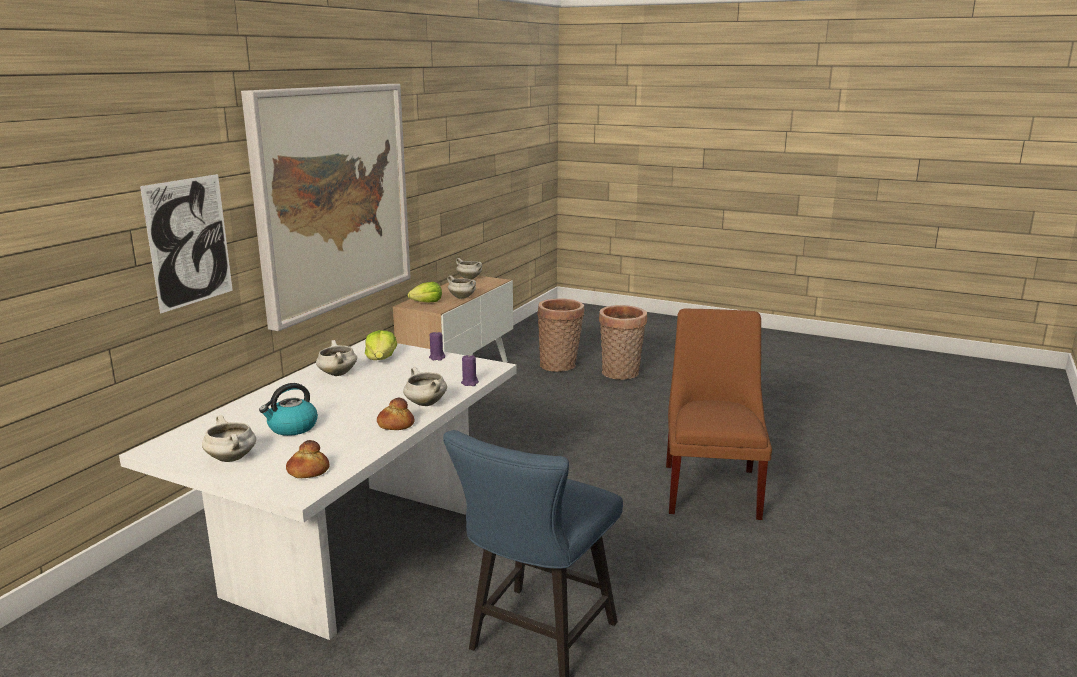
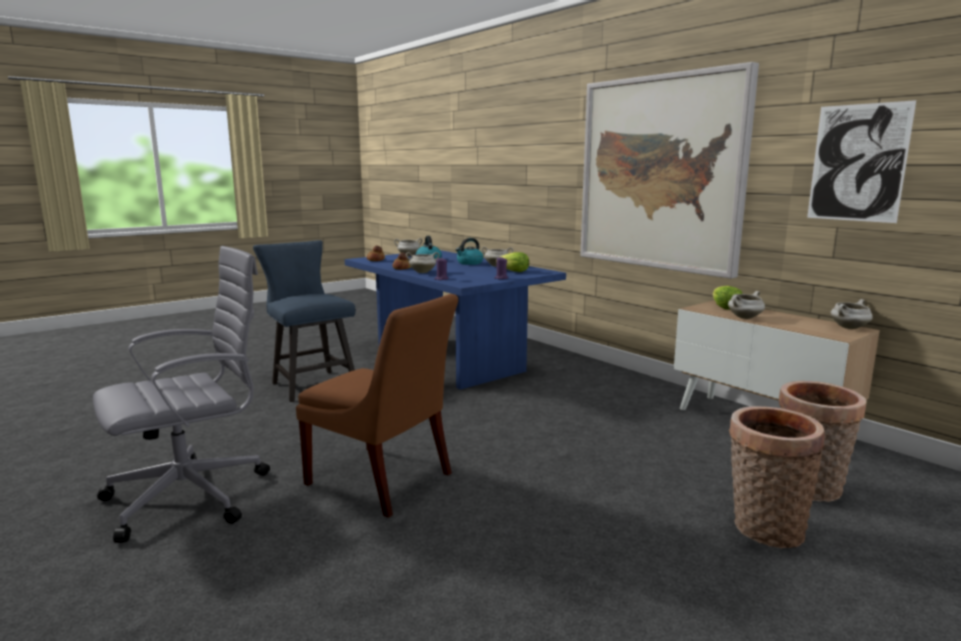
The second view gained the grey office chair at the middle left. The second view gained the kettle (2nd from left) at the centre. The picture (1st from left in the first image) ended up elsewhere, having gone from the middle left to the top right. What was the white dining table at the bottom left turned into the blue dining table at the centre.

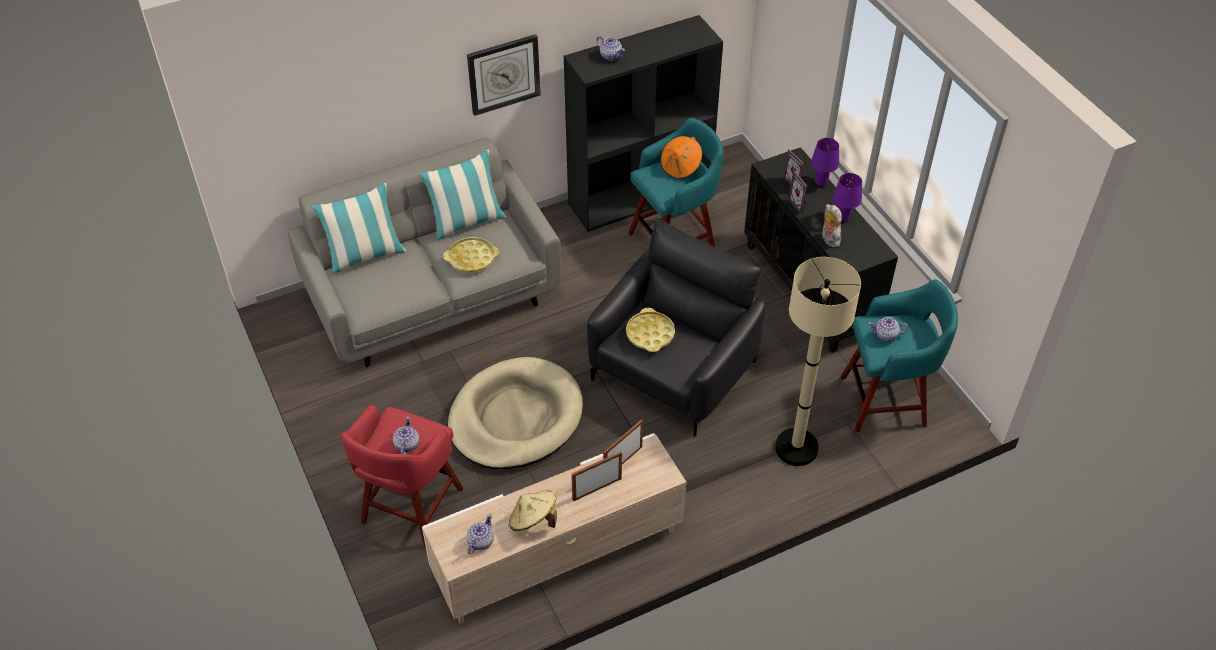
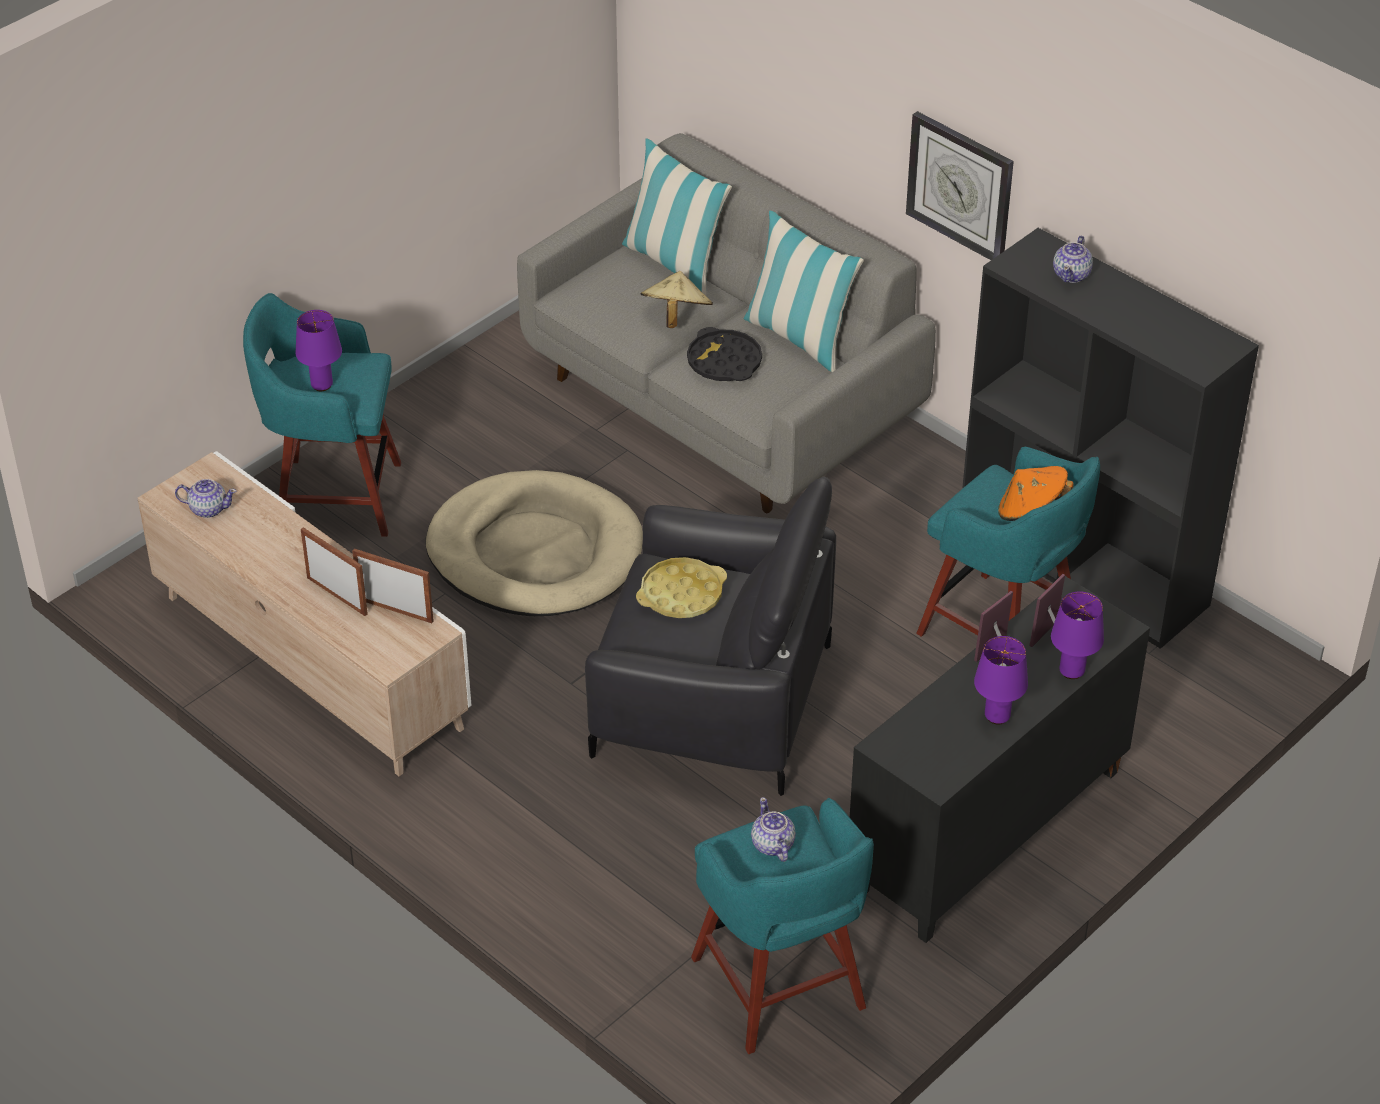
The second view lost the beige floor lamp at the middle right. The second view lost the plush toy at the middle right. The beige hat ended up elsewhere, having gone from the bottom centre to the top centre. Where the teapot (1st from left) stood at the bottom centre, the purple table lamp (1st from left) came to stand at the top left. What was the red stool at the bottom left turned into the turquoise stool (1st from left) at the middle left. What was the yellow tray (1st from left) at the centre turned into the black tray at the top centre.

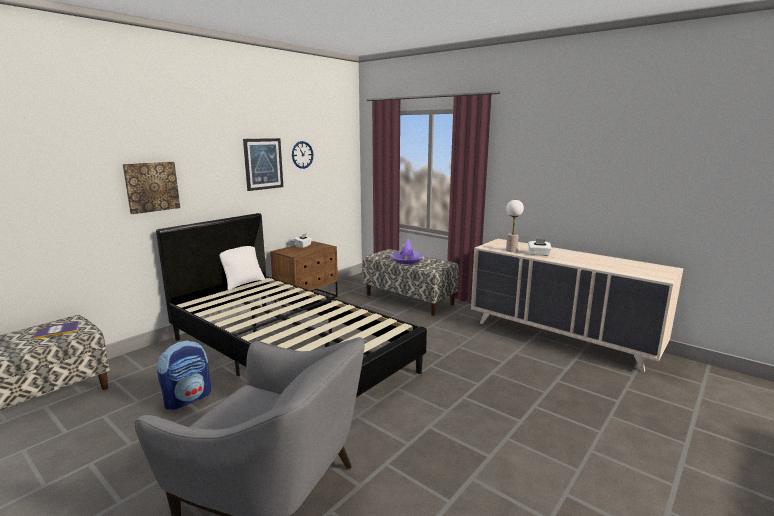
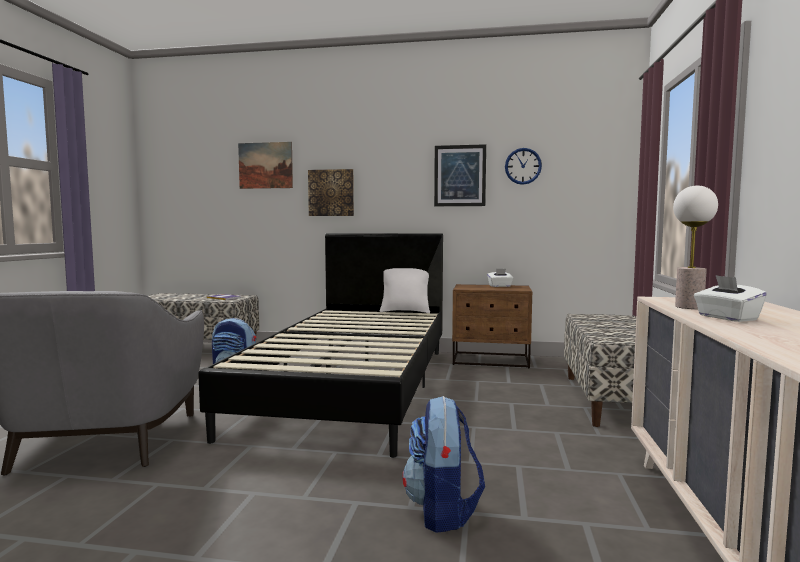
The second view lost the purple hat at the centre. The second view gained the picture (1st from left) at the top left. The second view gained the backpack (2nd from left) at the bottom centre.

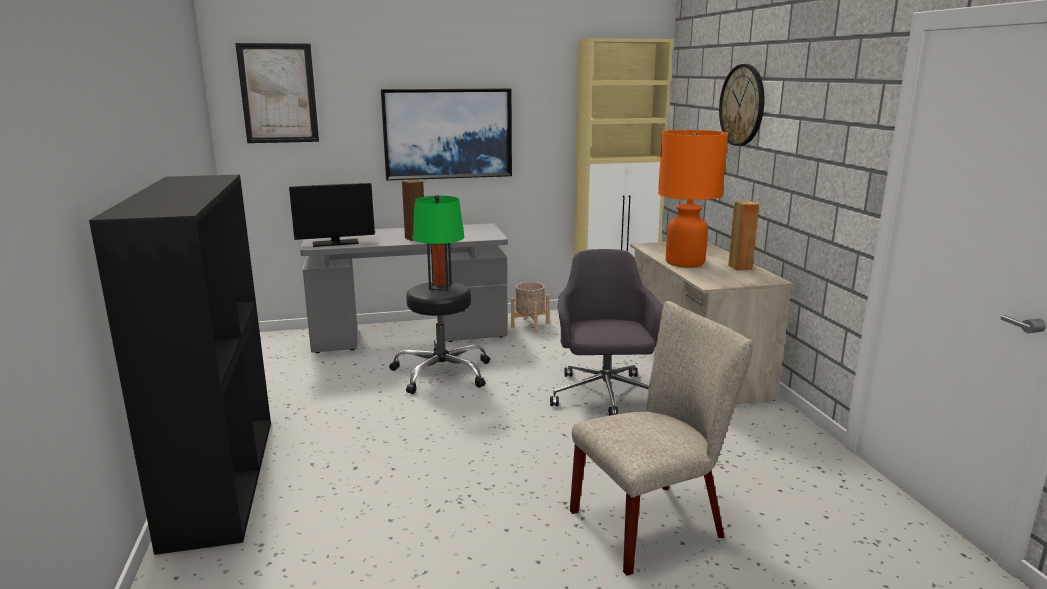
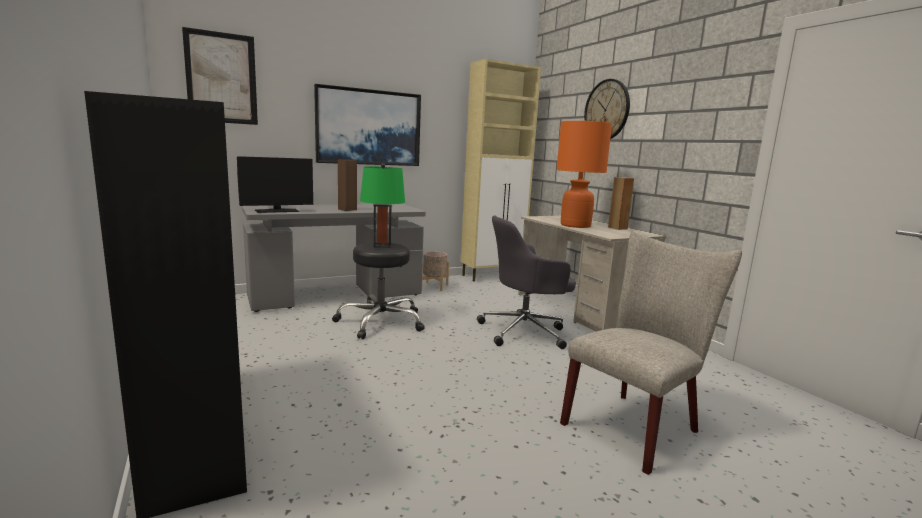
The grey office chair at the centre ended up facing another way, 90 degrees counterclockwise from before.

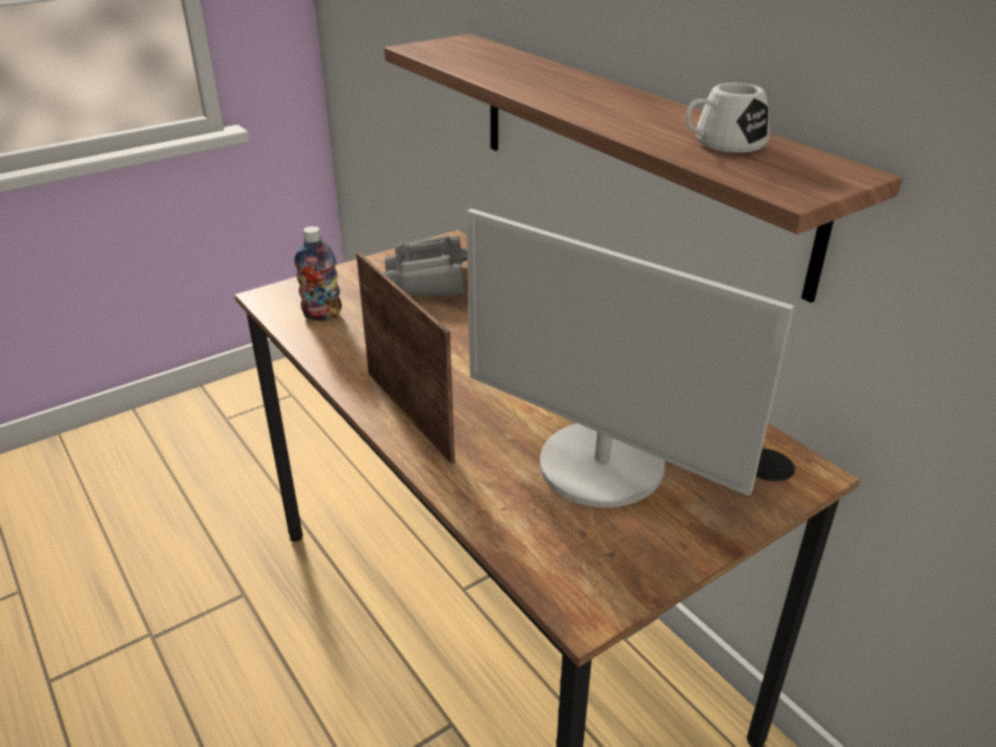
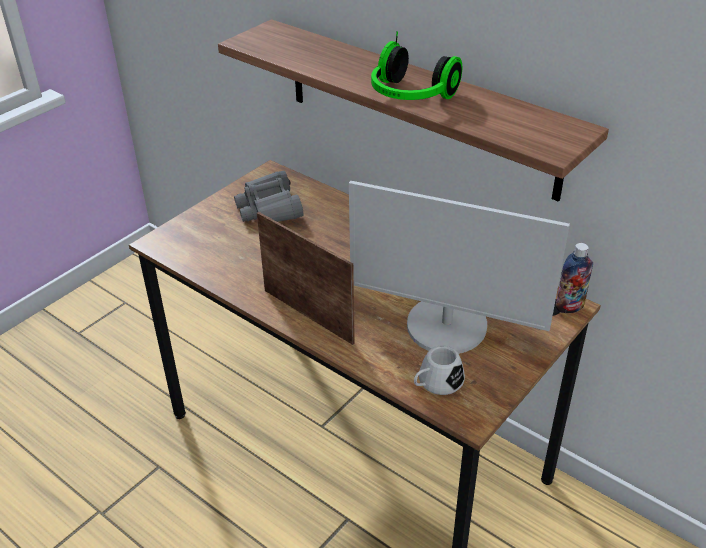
The second view gained the headphones at the top centre. The bottle ended up elsewhere, having gone from the middle left to the middle right. The white mug ended up elsewhere, having gone from the top right to the bottom centre.

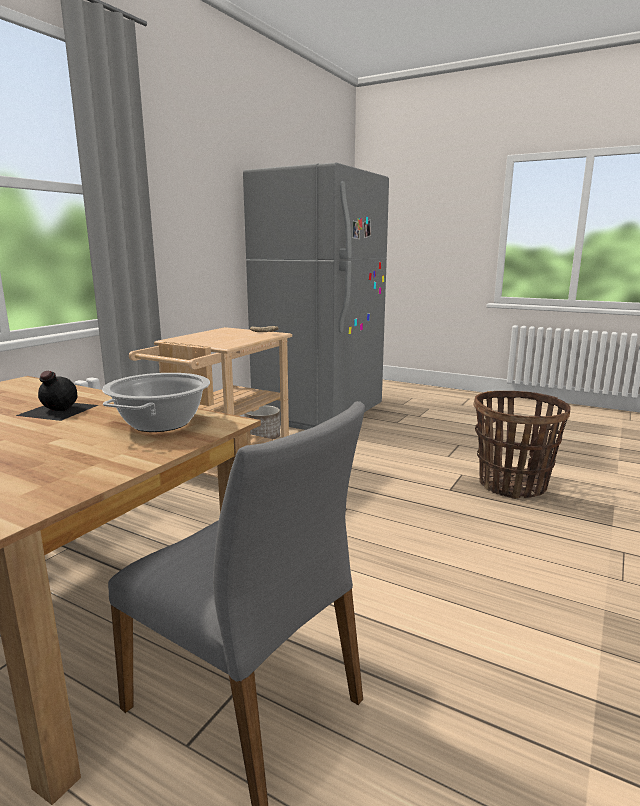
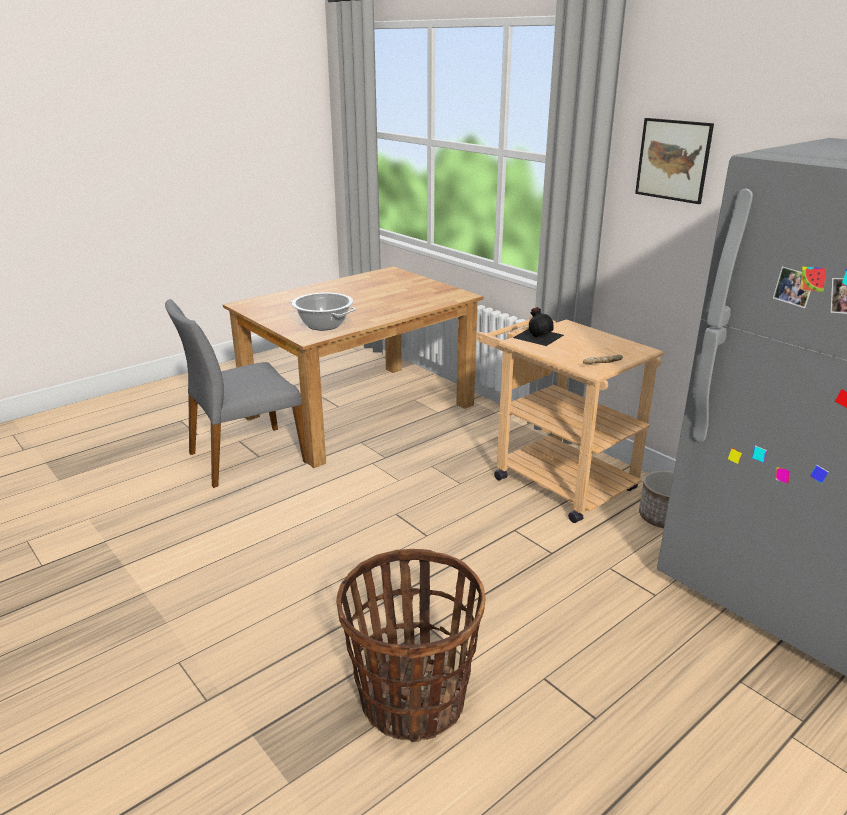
The second view gained the picture at the top right. The black bottle ended up elsewhere, having gone from the middle left to the centre.

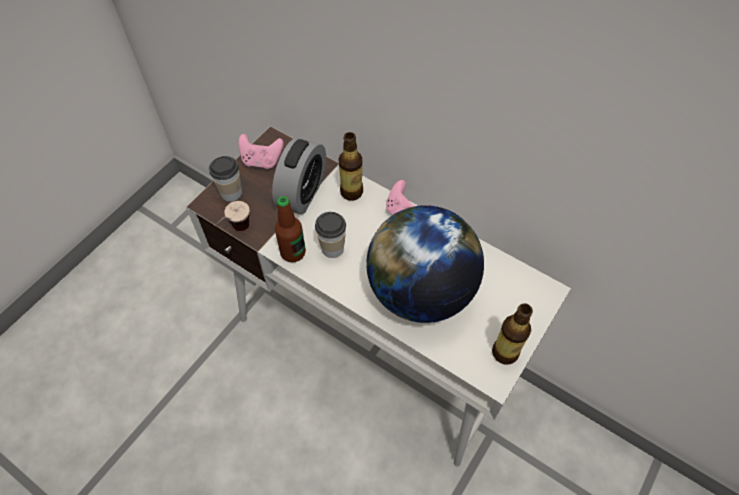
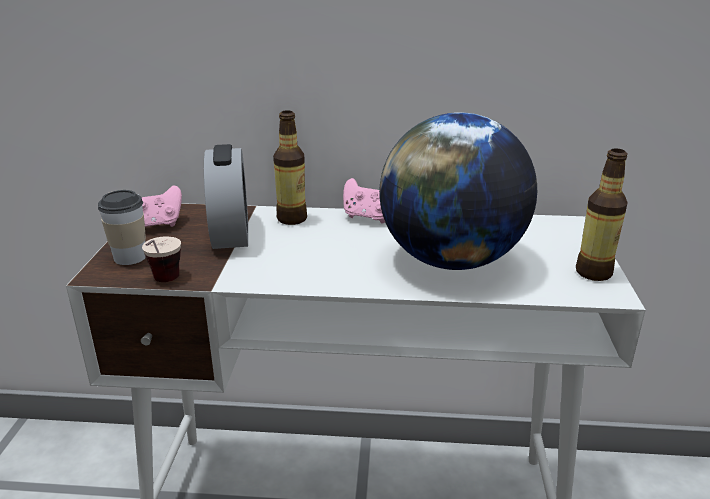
The second view lost the bottle (1st from left) at the centre. The second view lost the cup (3rd from left) at the centre.

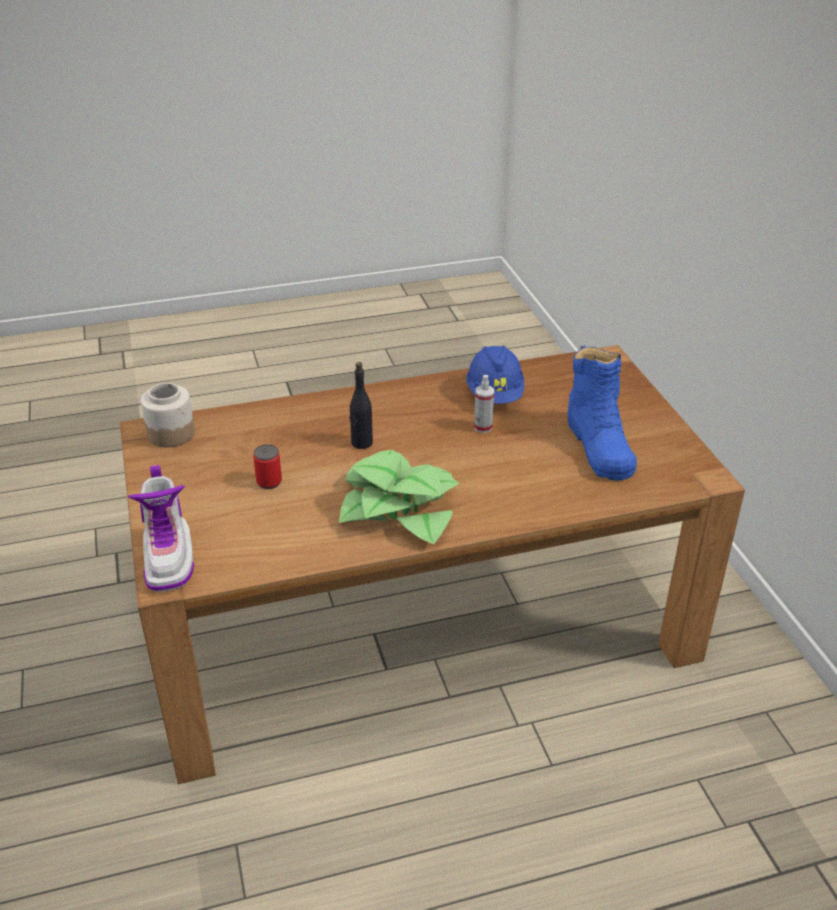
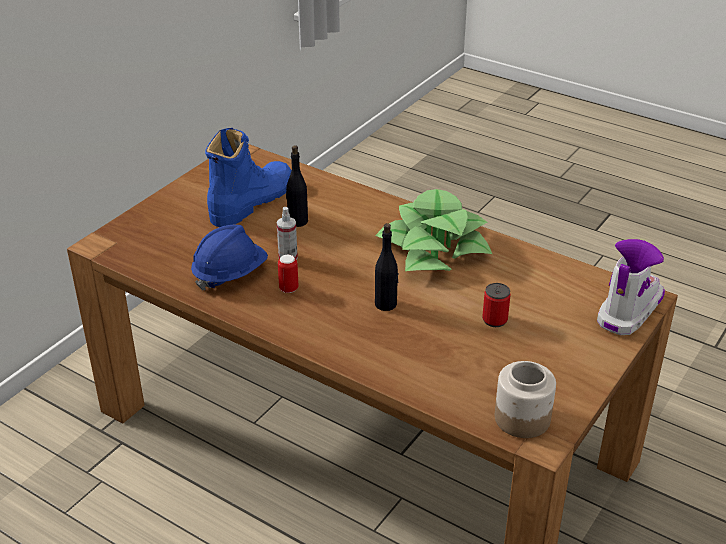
The second view gained the can (1st from left) at the centre. The second view gained the black bottle (1st from left) at the centre.

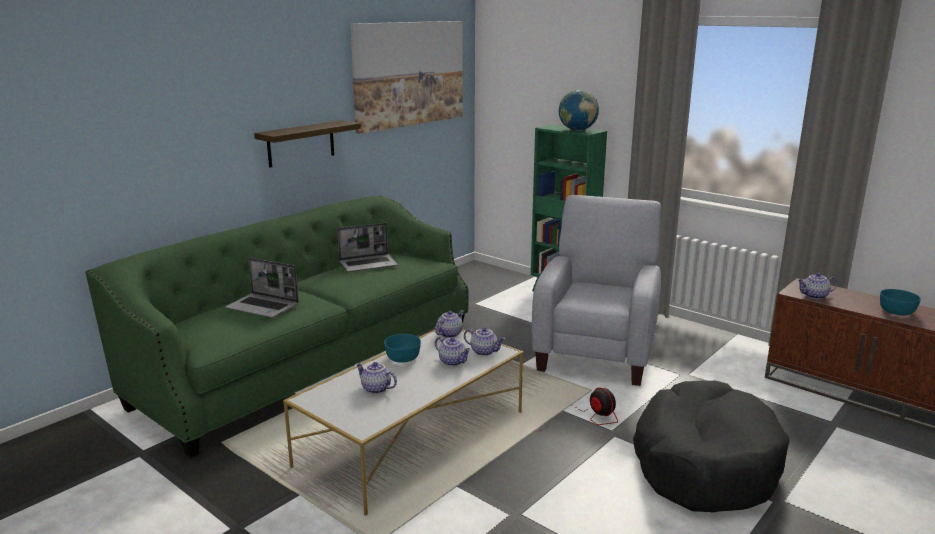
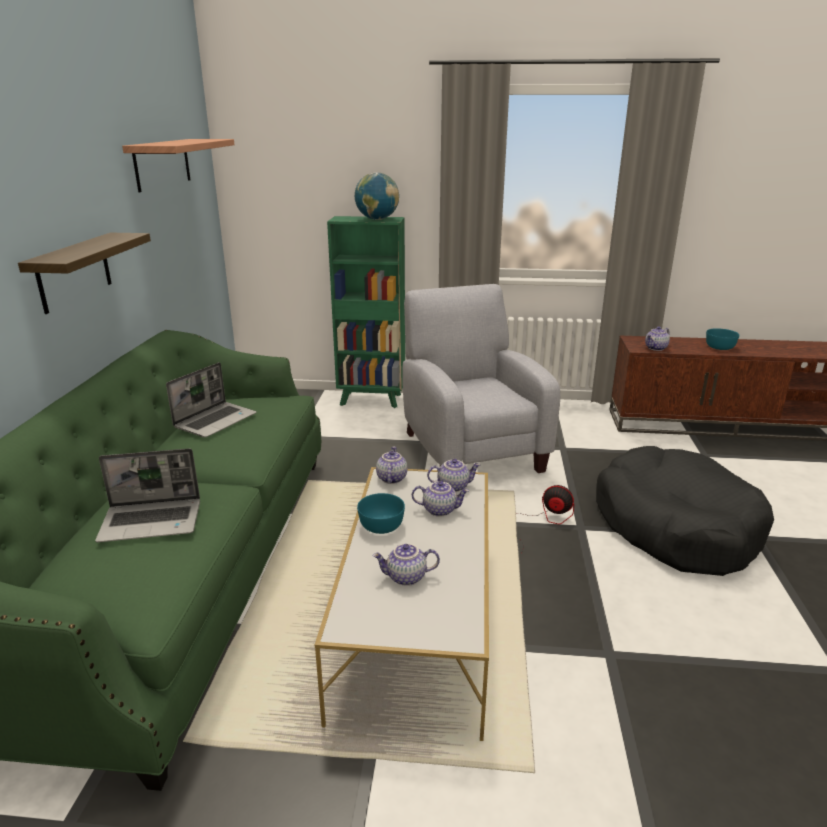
Where the picture hung at the top centre, the shelf (2nd from left) came to hang at the top left.

